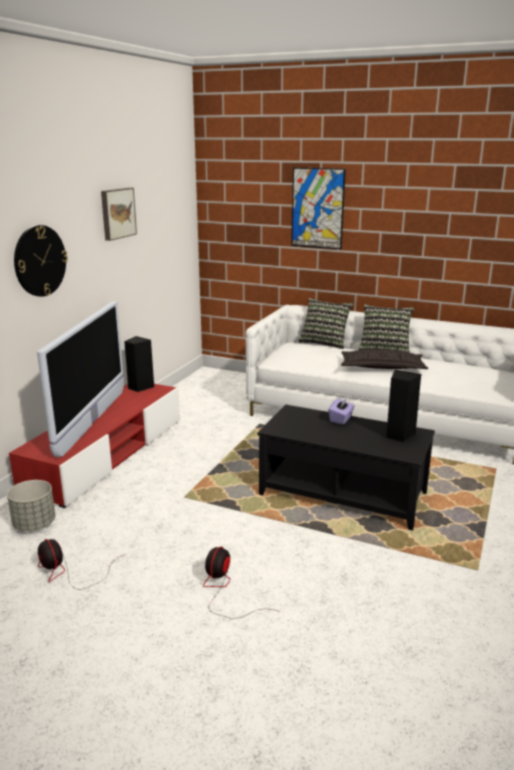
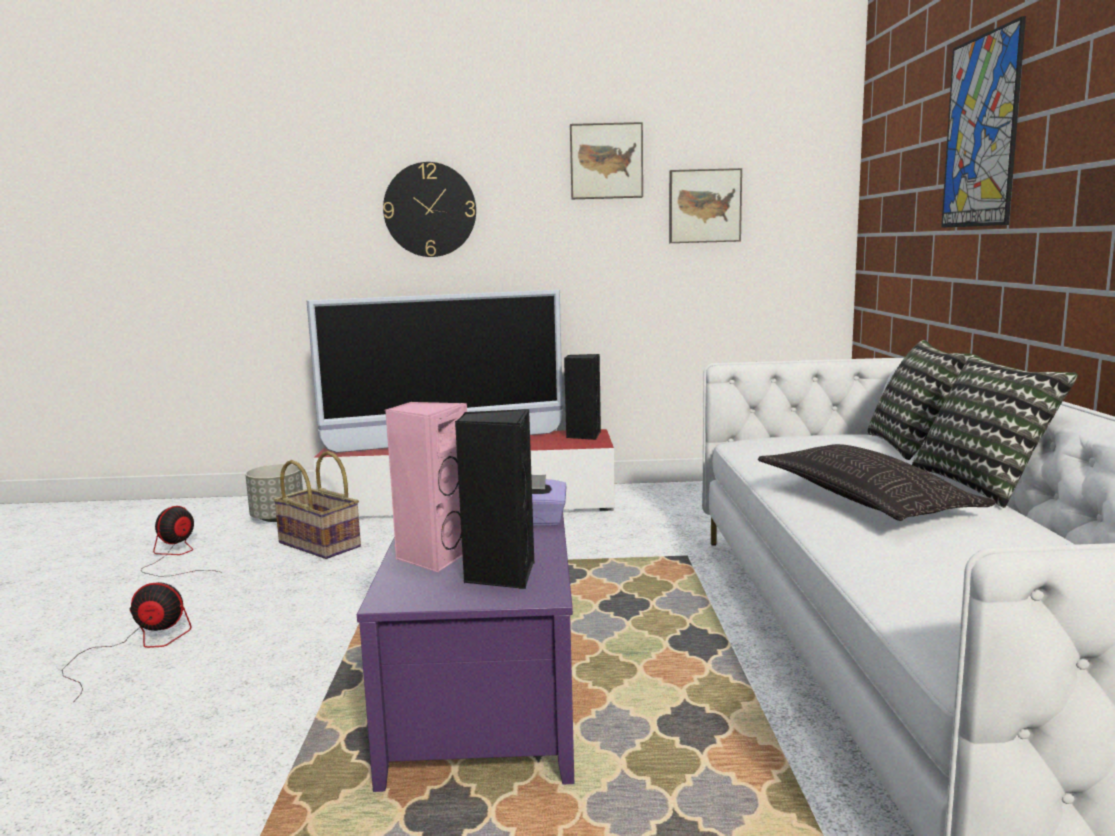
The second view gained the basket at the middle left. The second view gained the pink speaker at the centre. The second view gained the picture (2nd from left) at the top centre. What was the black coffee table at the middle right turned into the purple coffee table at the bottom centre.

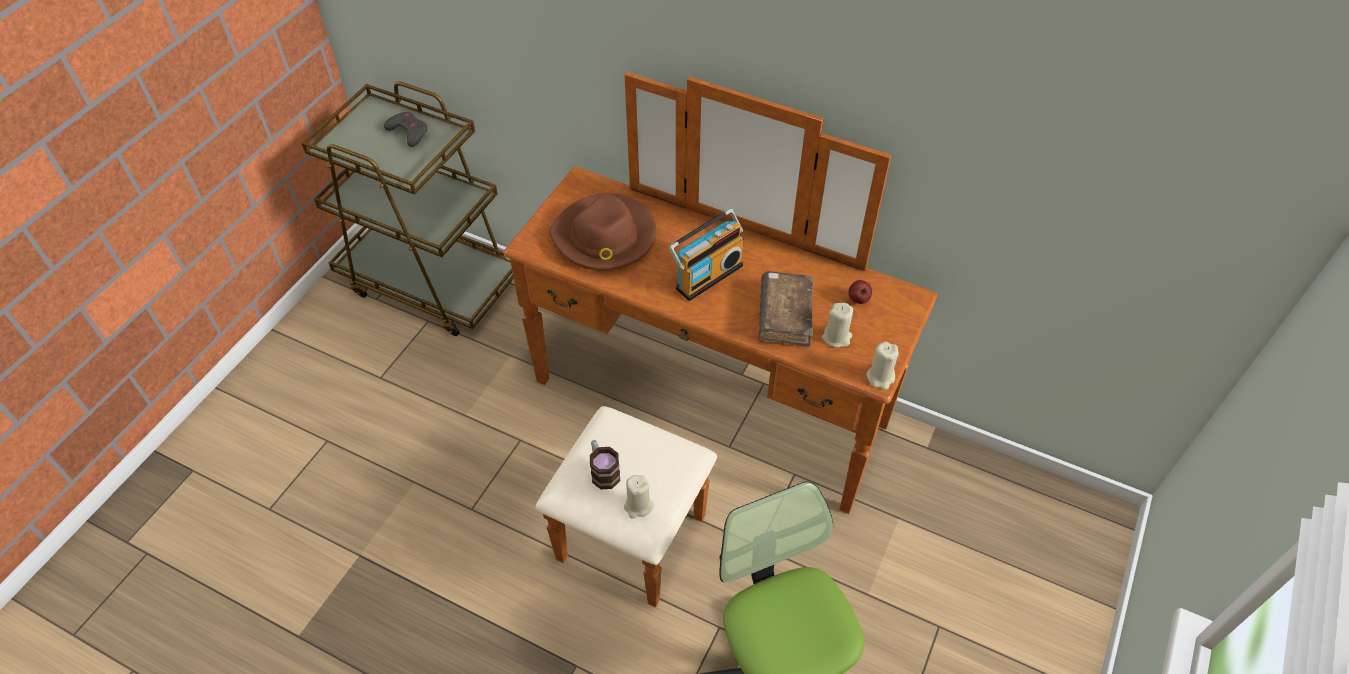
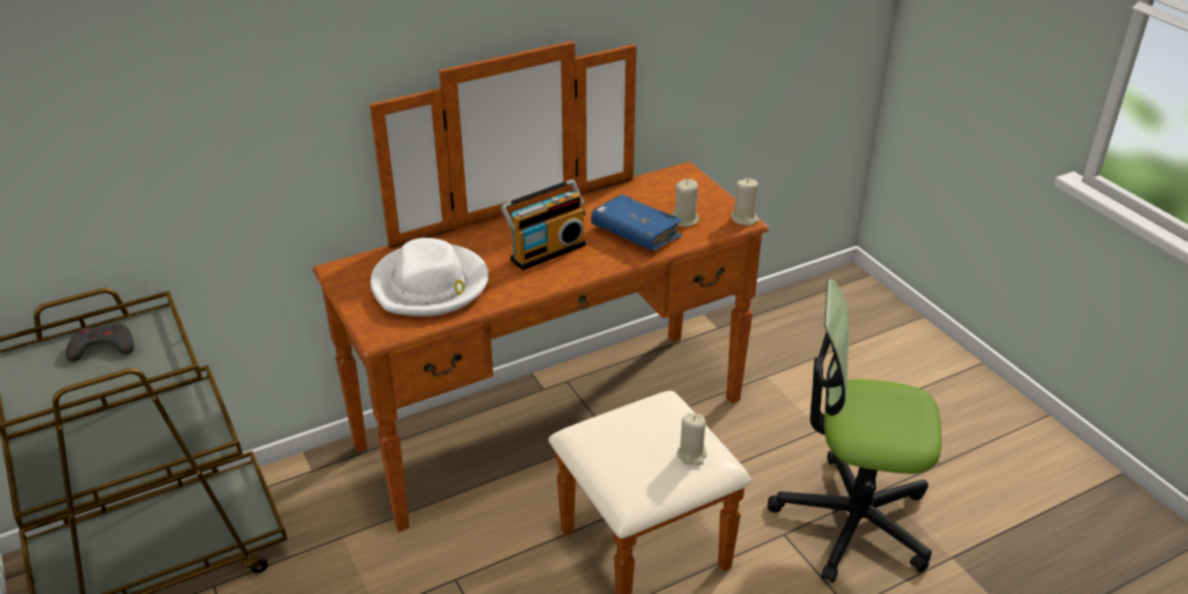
The second view lost the mug at the bottom centre. The second view lost the apple at the centre. What was the brown hat at the centre turned into the white hat at the centre. What was the brown book at the centre turned into the blue book at the centre. The radio at the centre ended up facing another way, 60 degrees clockwise from before.

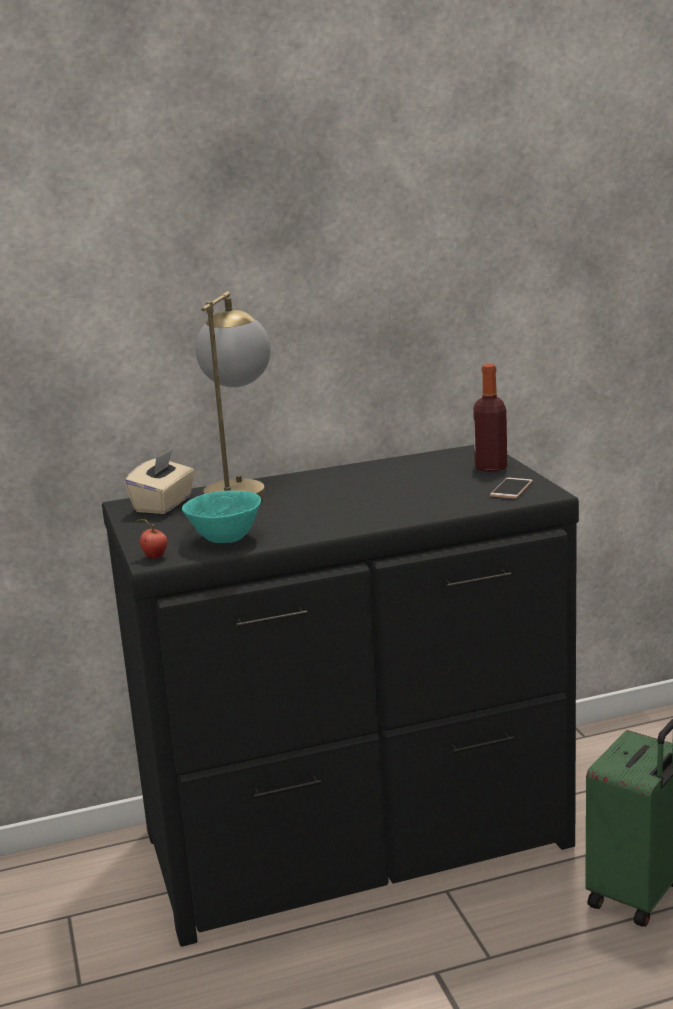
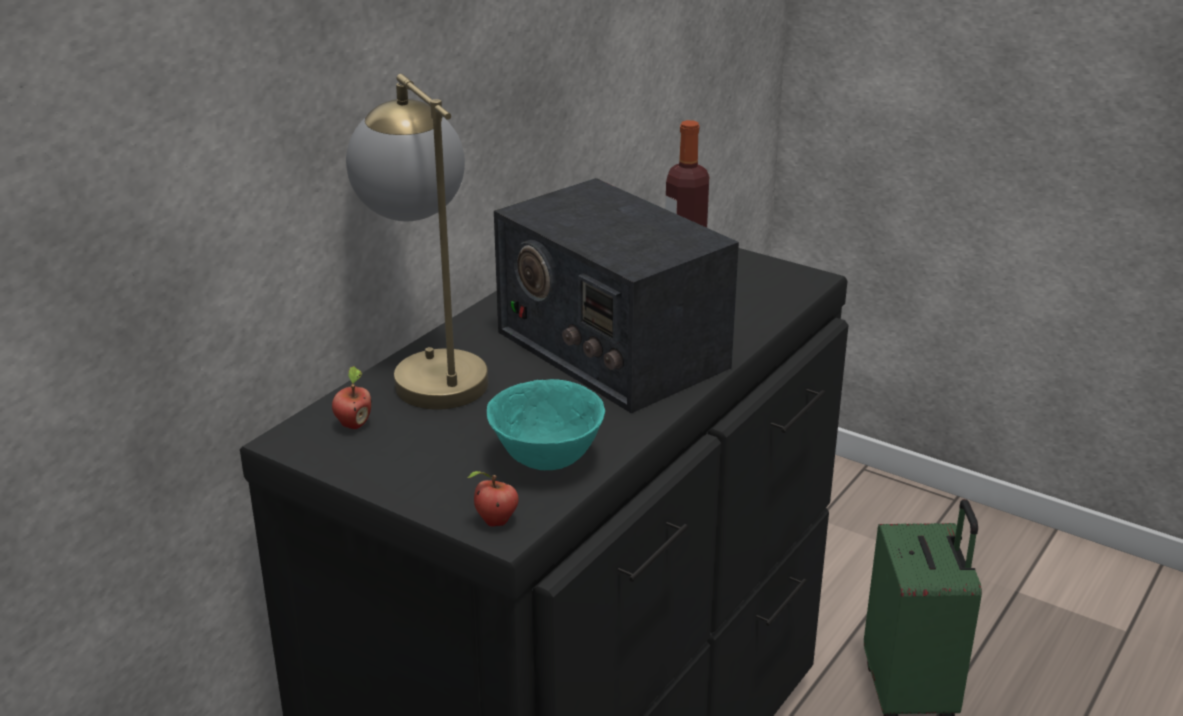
The second view lost the phone at the middle right. The second view gained the radio at the centre. Where the beige tissue box stood at the middle left, the apple (1st from left) came to stand at the middle left.

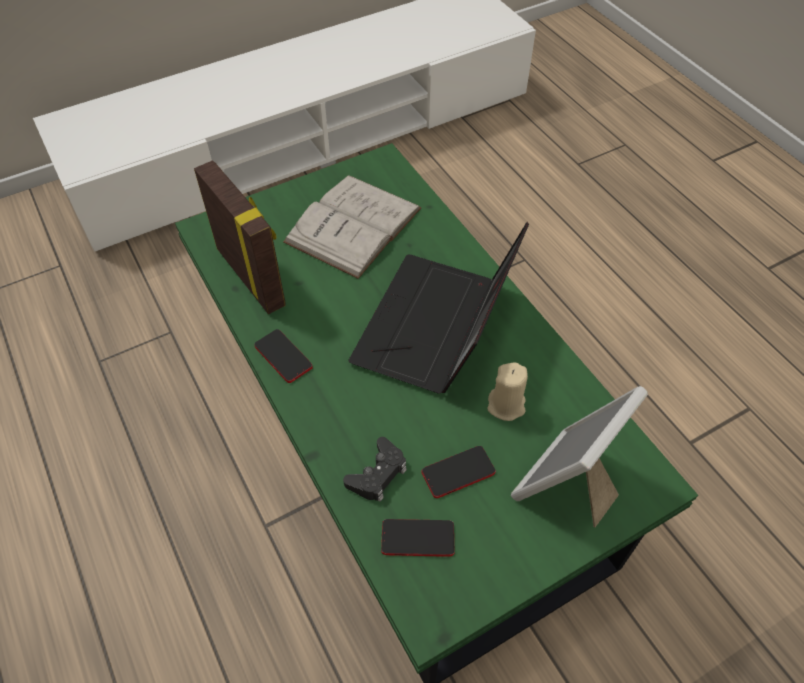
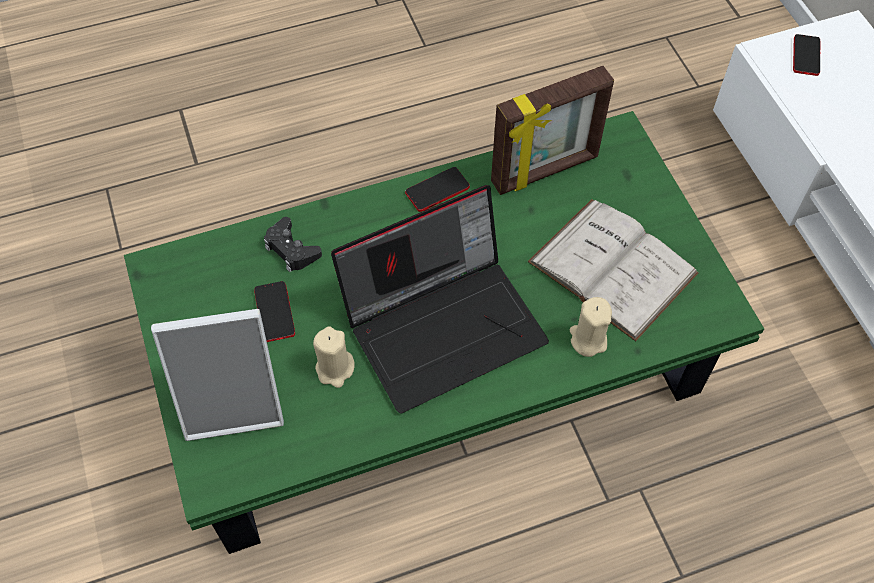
The second view gained the beige candle (2nd from left) at the middle right. The phone (2nd from left in the first image) ended up elsewhere, having gone from the bottom centre to the top right. The laptop at the centre ended up facing another way, 120 degrees clockwise from before. The picture frame (2nd from left in the first image) at the bottom right ended up facing another way, 120 degrees clockwise from before.

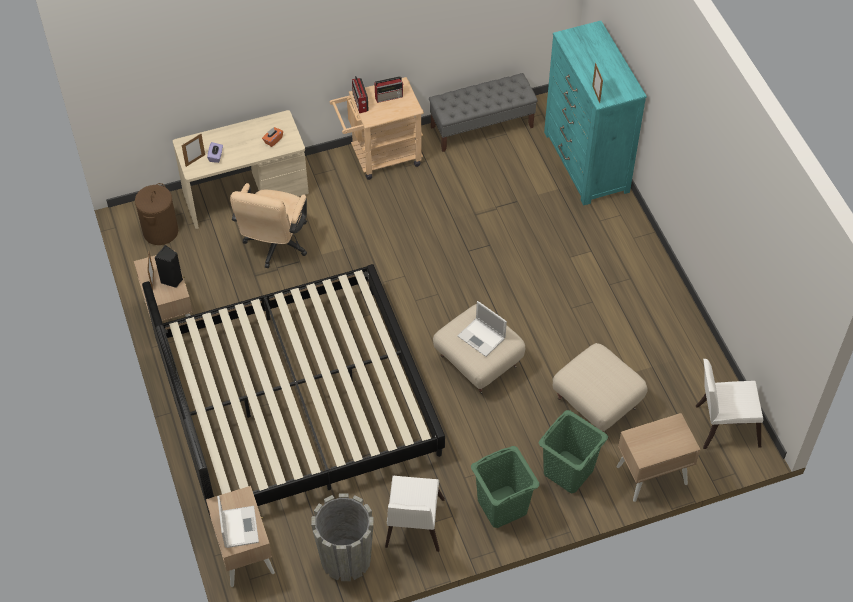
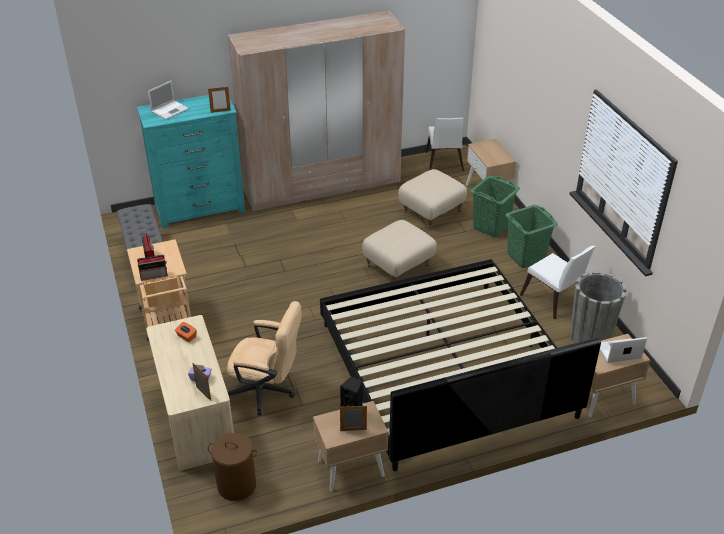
The second view gained the beige wardrobe at the top centre. The laptop (2nd from left in the first image) ended up elsewhere, having gone from the centre to the top left. The white chair (1st from left in the first image) at the bottom centre ended up facing another way, 45 degrees clockwise from before.

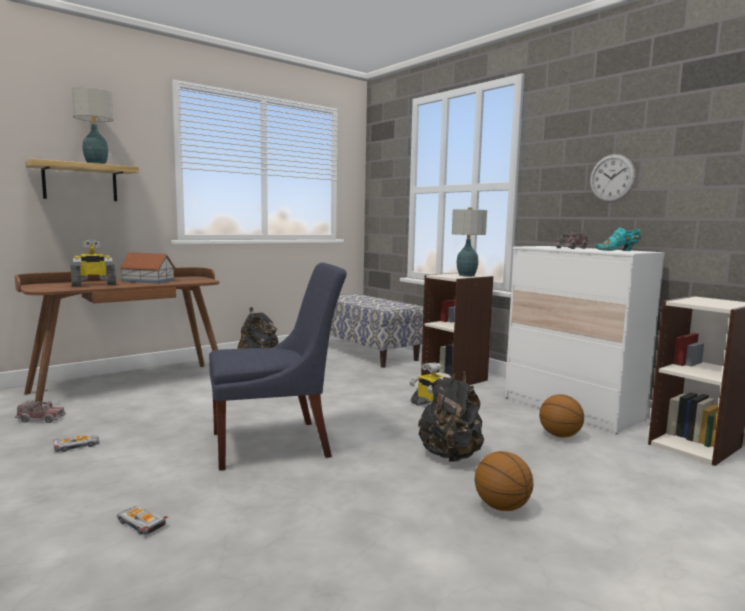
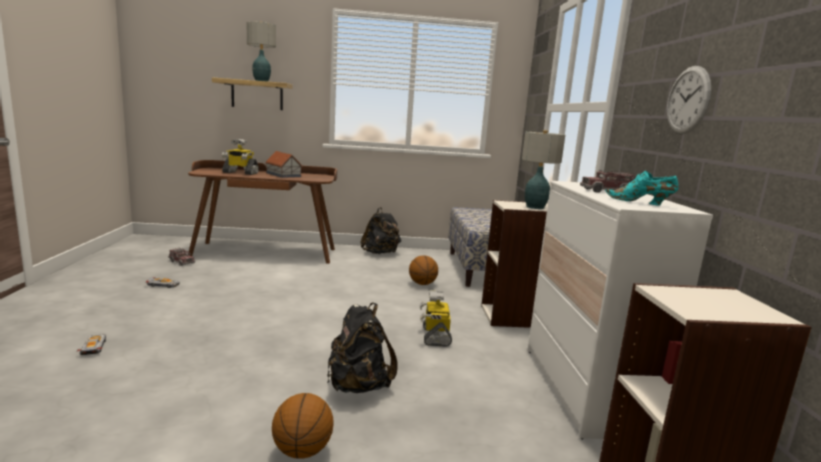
The second view lost the blue chair at the centre. The basketball (2nd from left) ended up elsewhere, having gone from the bottom right to the centre.

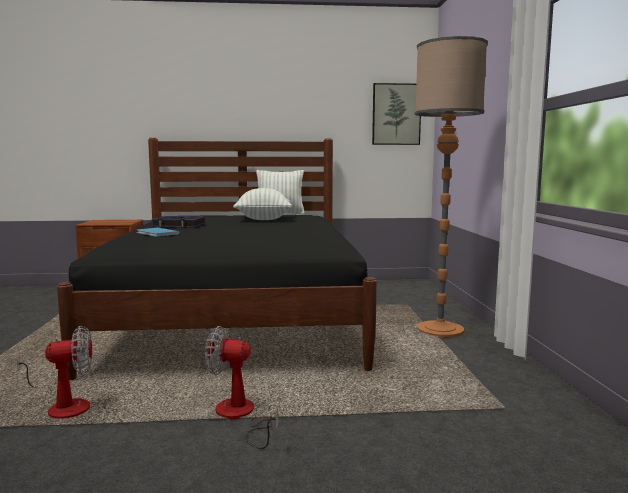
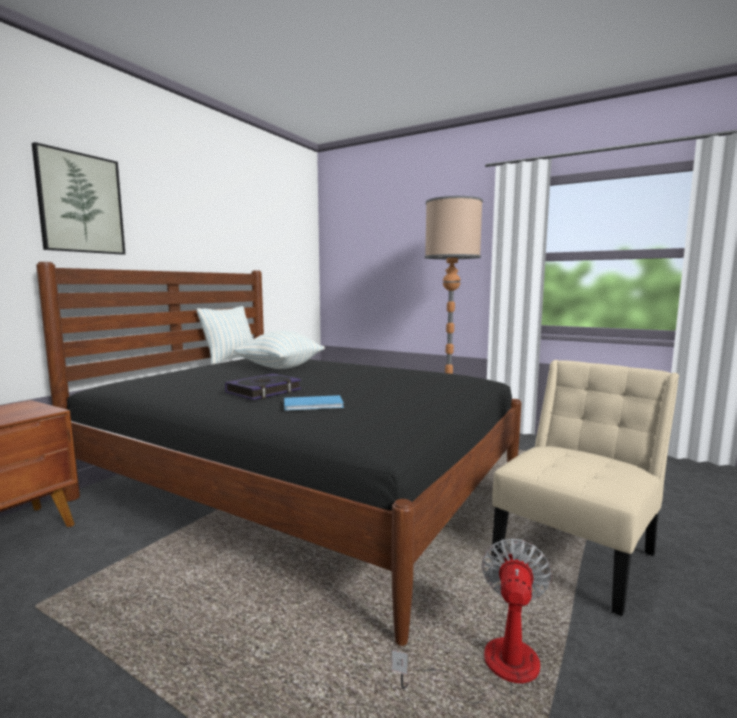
The picture ended up elsewhere, having gone from the top centre to the top left. Where the fan (2nd from left) stood at the bottom centre, the beige chair came to stand at the bottom right.

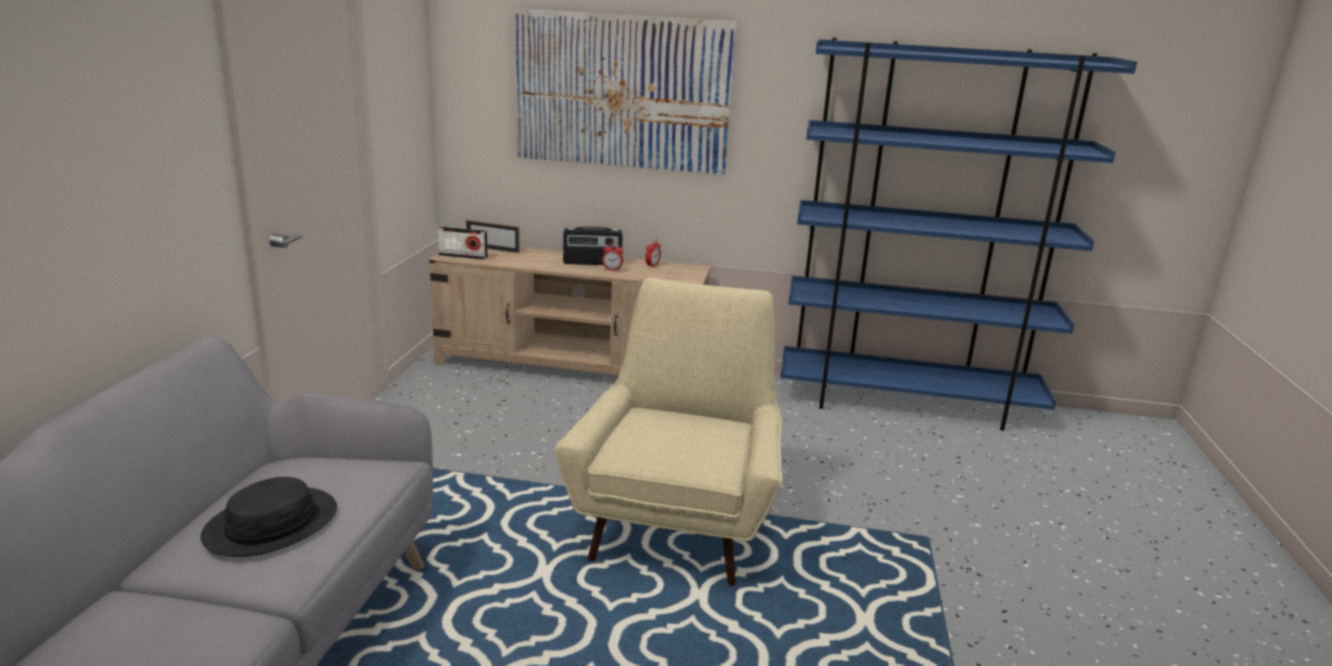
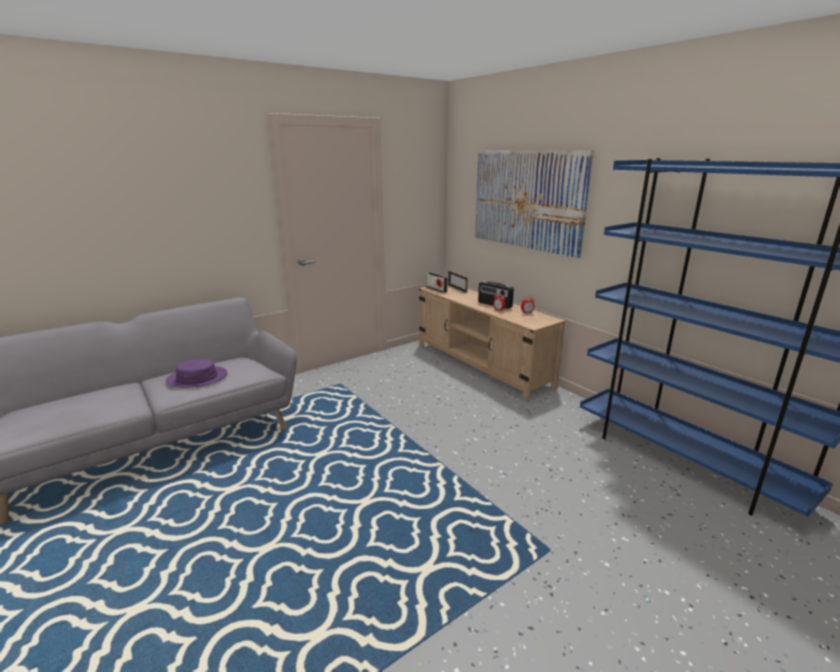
The second view lost the beige armchair at the centre. What was the black hat at the bottom left turned into the purple hat at the middle left.

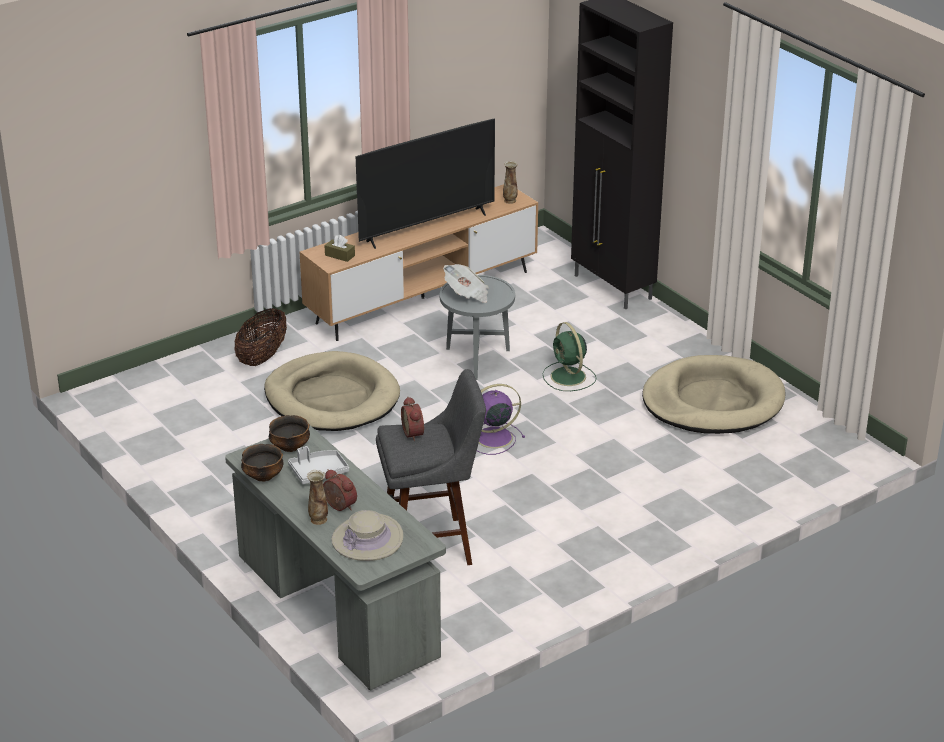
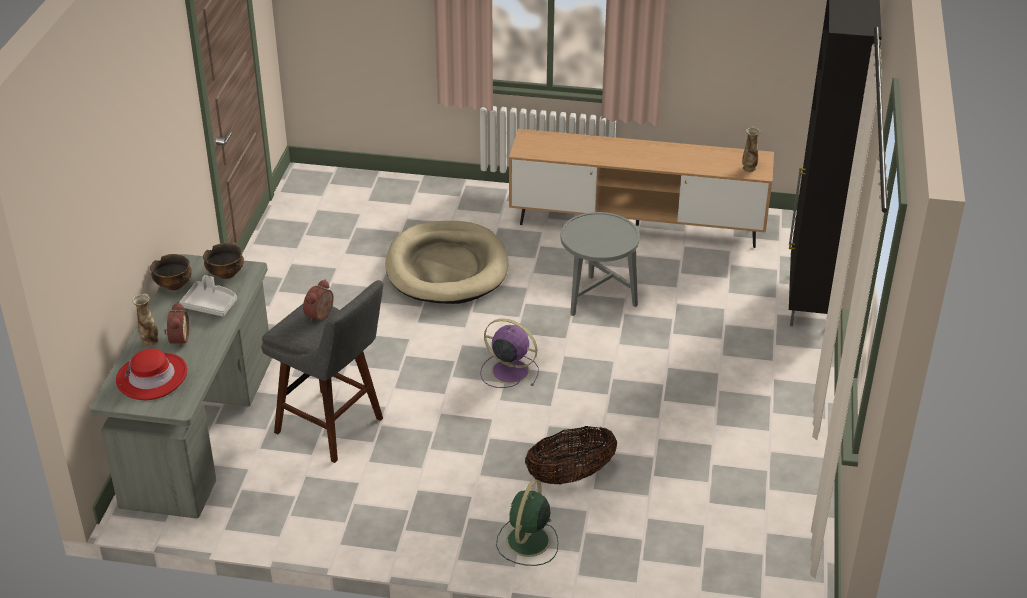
The second view lost the brown tissue box at the centre. The second view lost the television at the top centre. The second view lost the newspaper at the centre. The second view lost the beige dog bed (2nd from left) at the middle right. The basket ended up elsewhere, having gone from the middle left to the bottom centre. The green fan ended up elsewhere, having gone from the centre to the bottom centre. What was the beige hat at the bottom centre turned into the red hat at the middle left.

